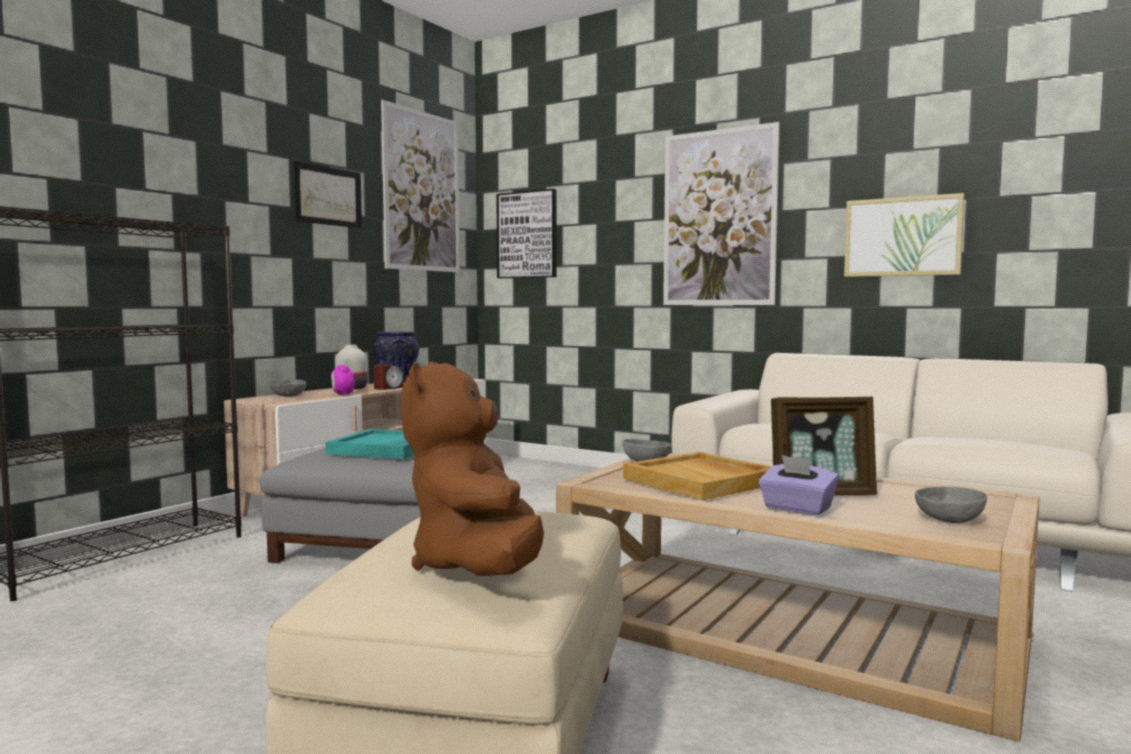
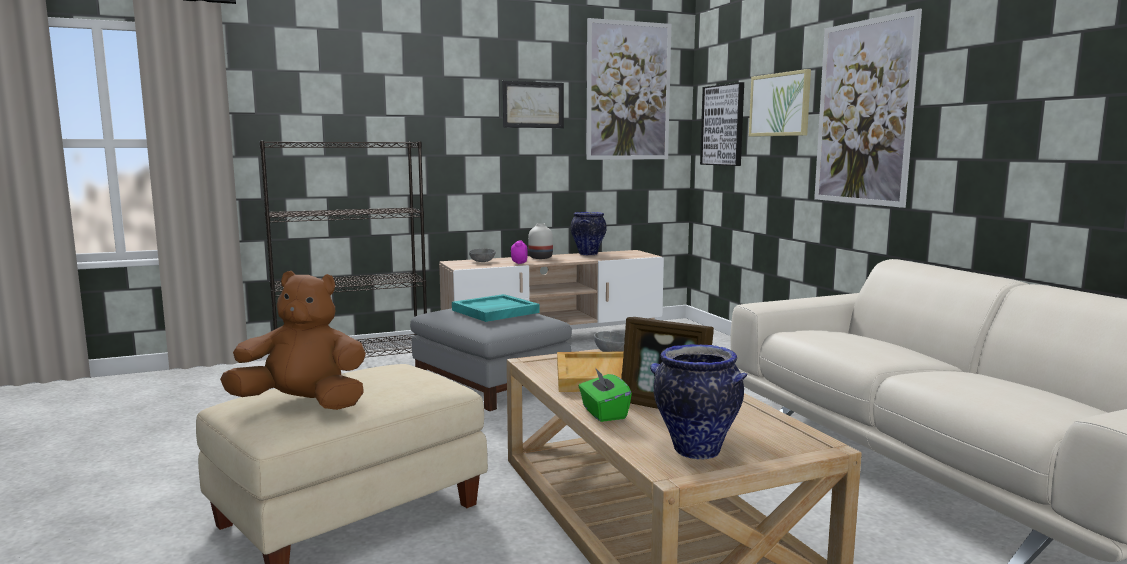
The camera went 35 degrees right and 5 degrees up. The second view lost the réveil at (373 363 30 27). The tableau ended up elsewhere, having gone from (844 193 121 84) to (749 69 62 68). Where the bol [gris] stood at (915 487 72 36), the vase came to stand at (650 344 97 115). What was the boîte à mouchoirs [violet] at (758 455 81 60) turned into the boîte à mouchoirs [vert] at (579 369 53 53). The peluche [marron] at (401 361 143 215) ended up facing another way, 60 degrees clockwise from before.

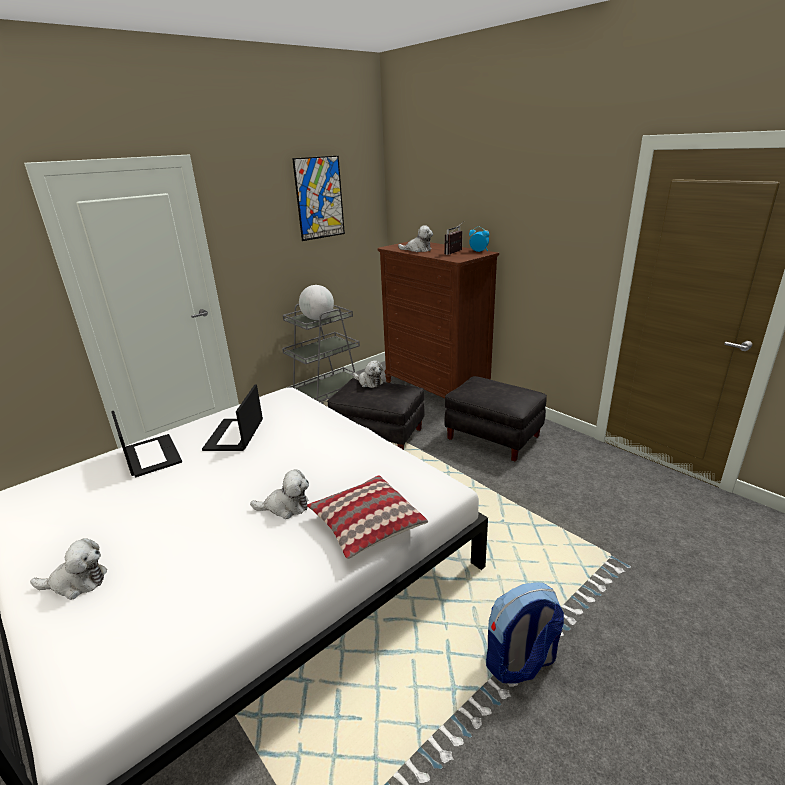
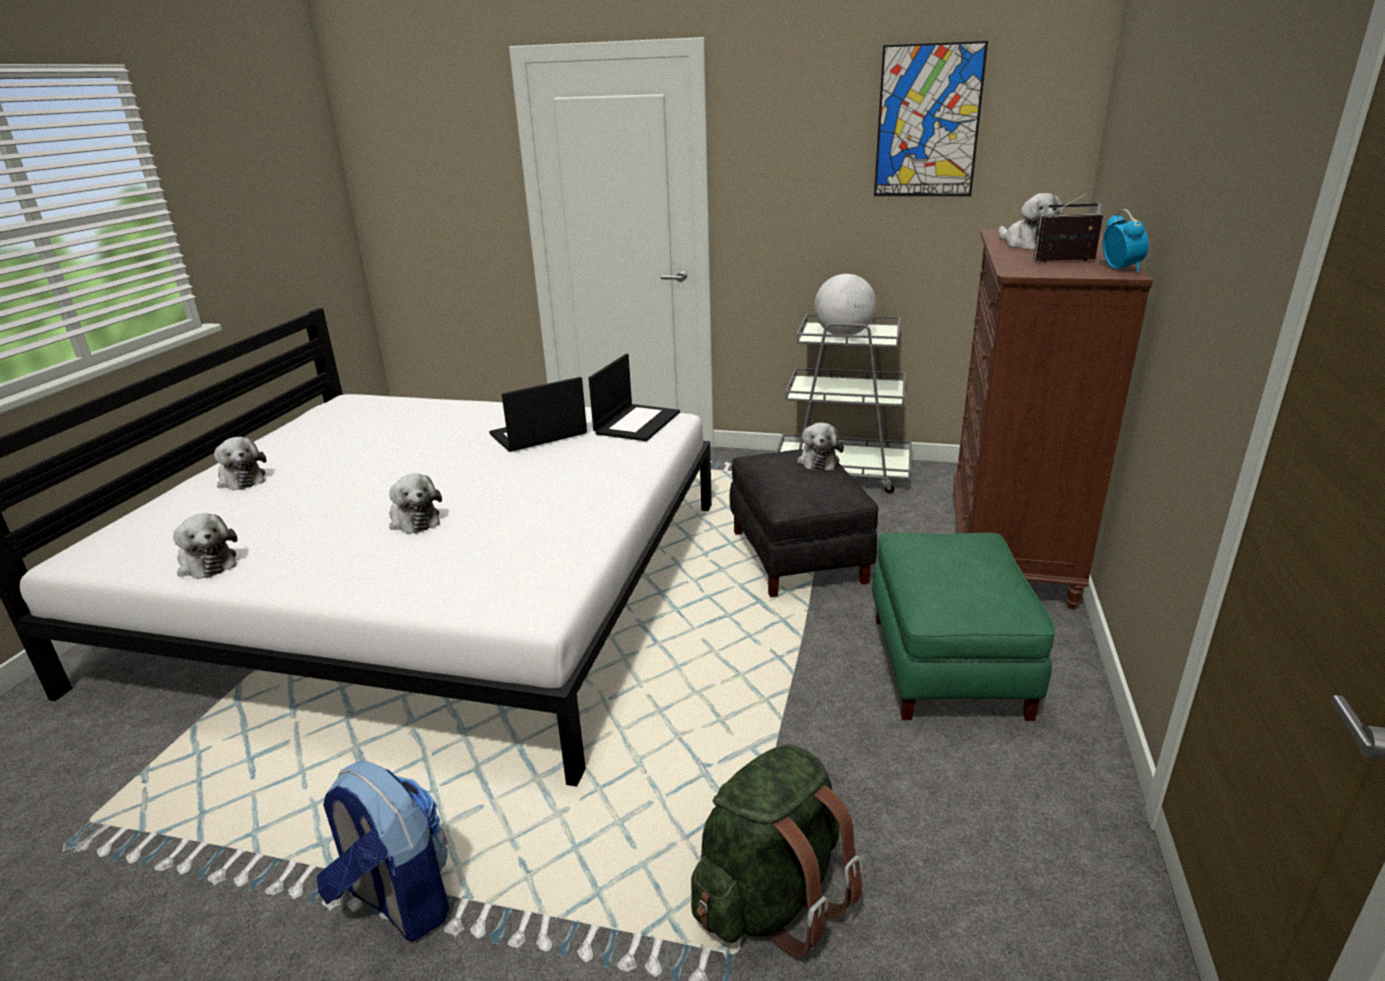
The camera went 55 degrees right and 0 degrees up. The second view lost the coussin at (307 475 121 84). The second view gained the peluche at (173 513 64 66). The second view gained the sac à dos [vert] at (691 744 172 213). The ordinateur portable ended up elsewhere, having gone from (111 411 71 66) to (589 354 91 87). What was the pouf [noir] at (444 376 103 86) turned into the pouf [vert] at (872 532 183 189).

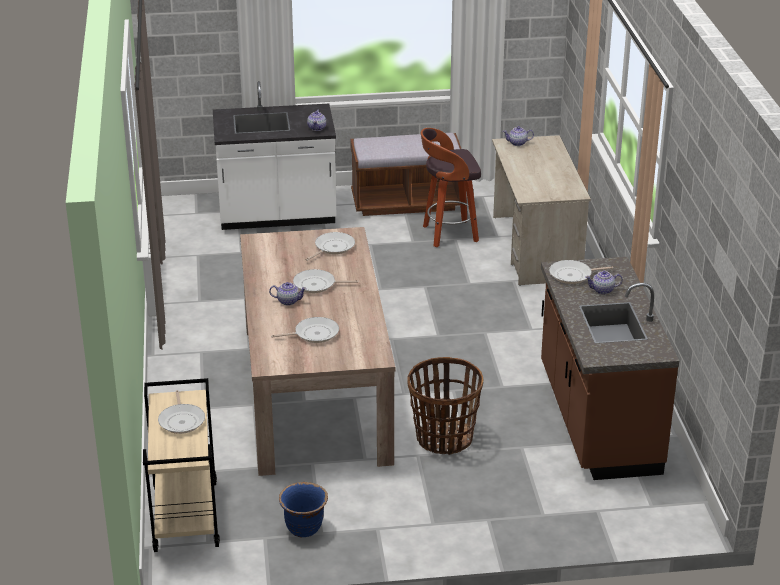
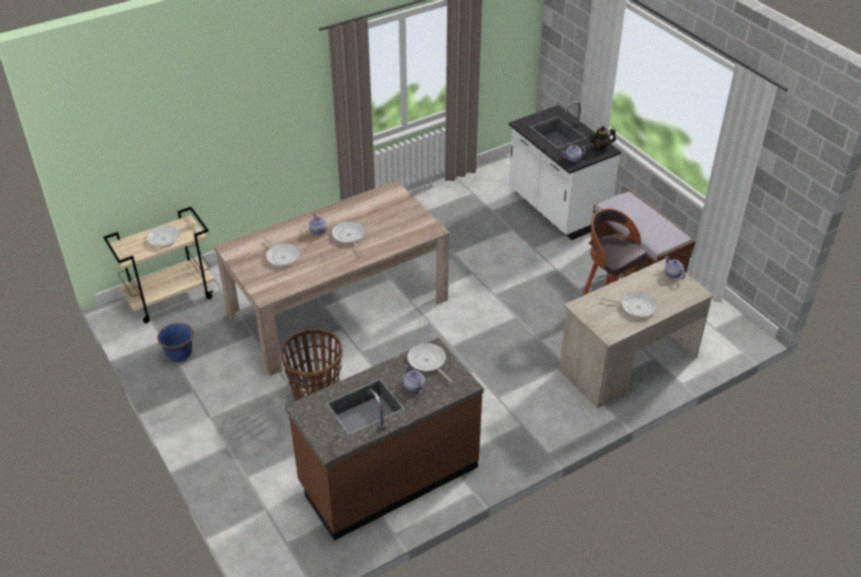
The camera went 65 degrees right and 10 degrees up. The second view gained the théière at (589 126 27 26). The poêle ended up elsewhere, having gone from (306 232 49 29) to (601 292 56 25).

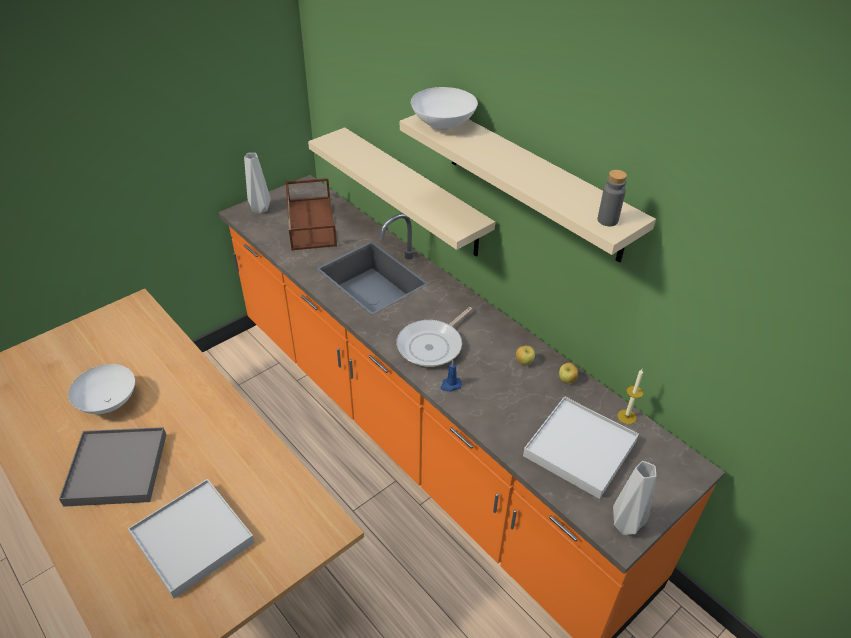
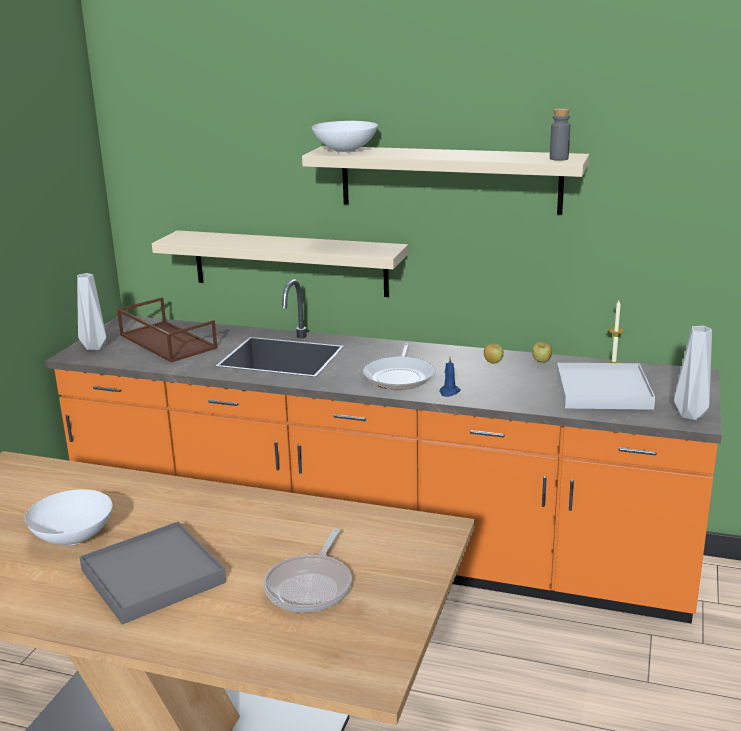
The camera went 30 degrees left and 20 degrees down. Where the plateau [blanc] stood at (128 479 127 120), the poêle came to stand at (264 529 88 83).

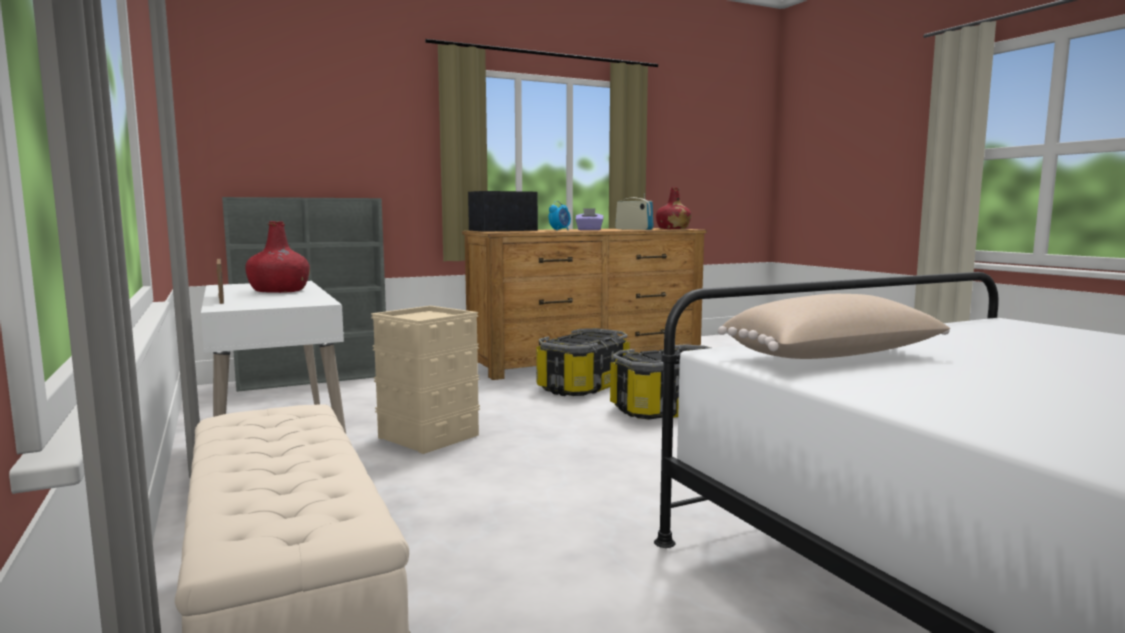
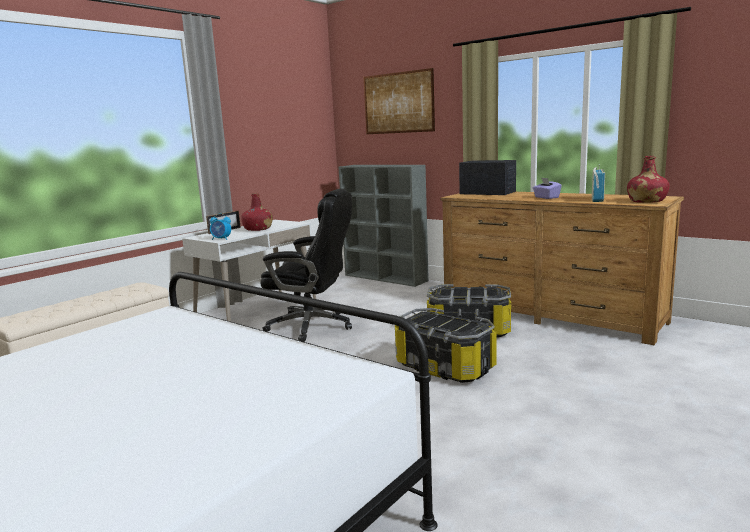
The camera went 65 degrees right and 5 degrees up. The second view lost the coussin [beige] at (718 294 232 65). The second view gained the tableau at (363 68 72 66). The réveil ended up elsewhere, having gone from (549 201 22 30) to (210 213 21 27). Where the boîte de rangement [beige] stood at (371 306 109 148), the chaise de bureau [noir] came to stand at (261 189 91 153).

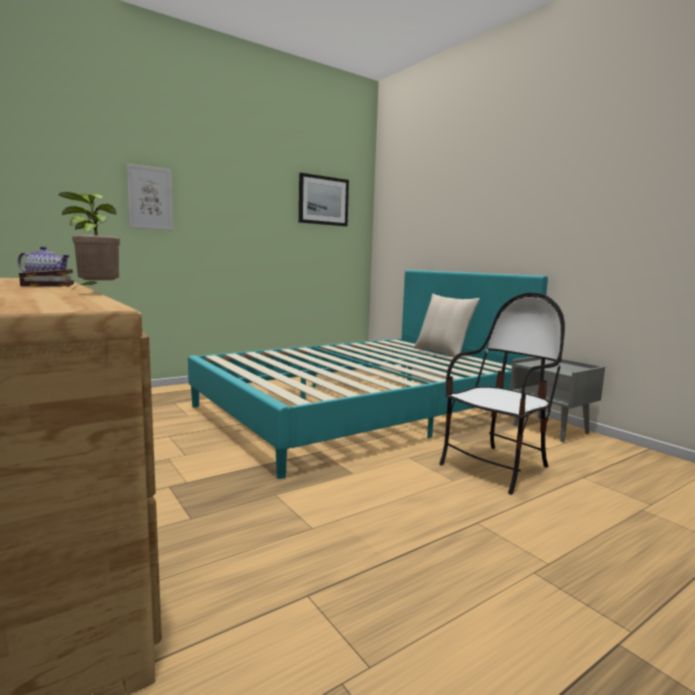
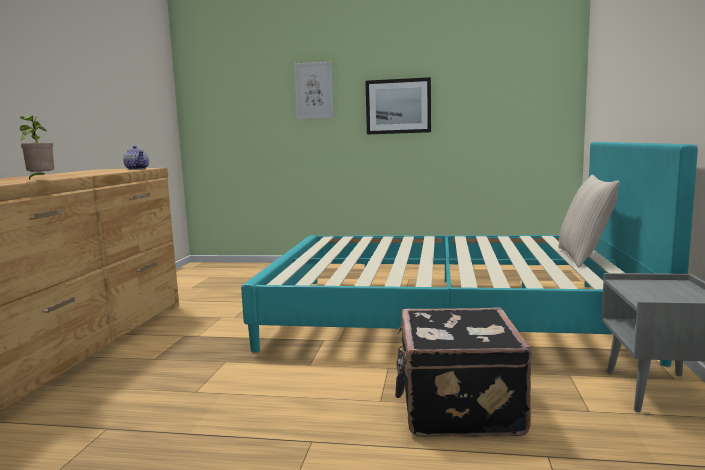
The camera went 45 degrees right and 0 degrees up. The second view lost the livre at (19 269 55 18). The tableau ended up elsewhere, having gone from (299 173 50 53) to (365 77 66 58). Where the chaise stood at (439 292 126 203), the valise [noir] came to stand at (395 307 137 130).

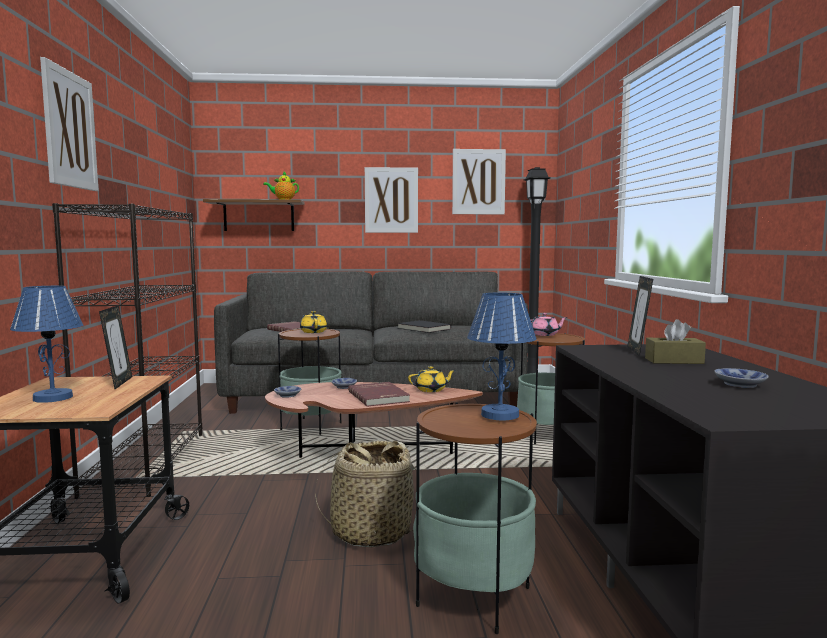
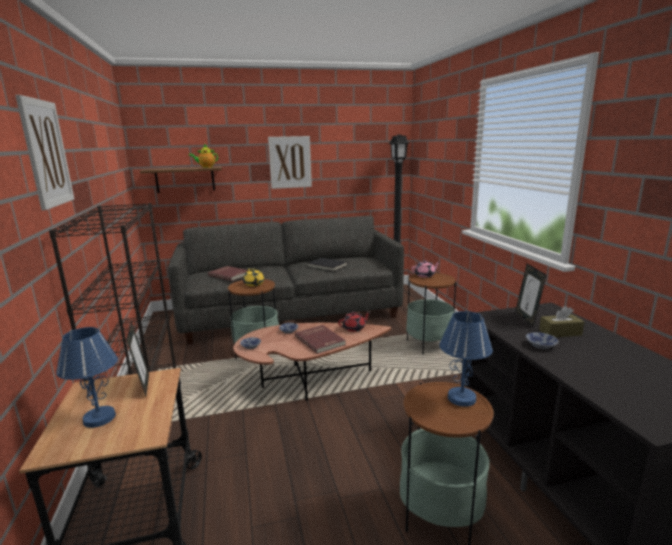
The camera went 10 degrees left and 10 degrees up. The second view lost the panier at (315 441 101 106). The second view lost the tableau at (452 149 54 65). The bol ended up elsewhere, having gone from (715 368 54 20) to (526 332 32 17). What was the théière [jaune] at (408 366 47 26) turned into the théière [rouge] at (338 312 33 20).

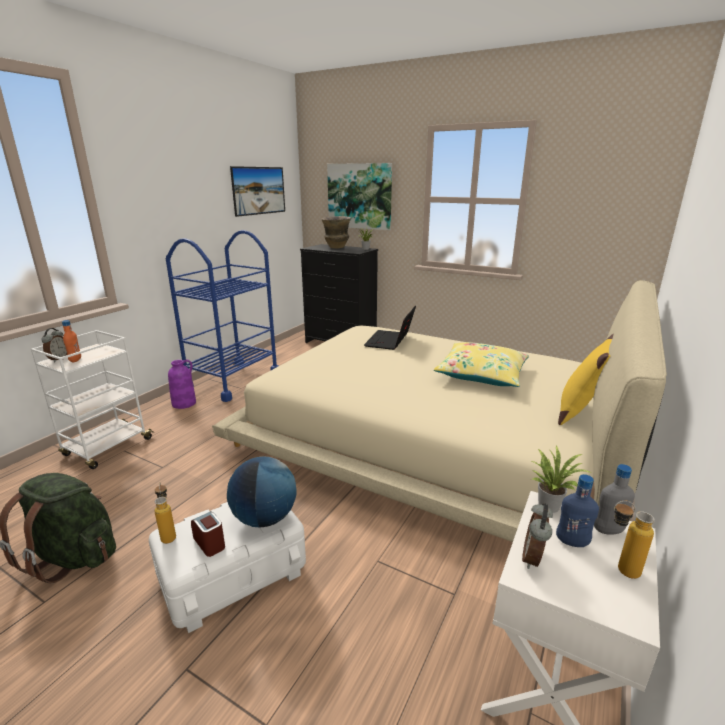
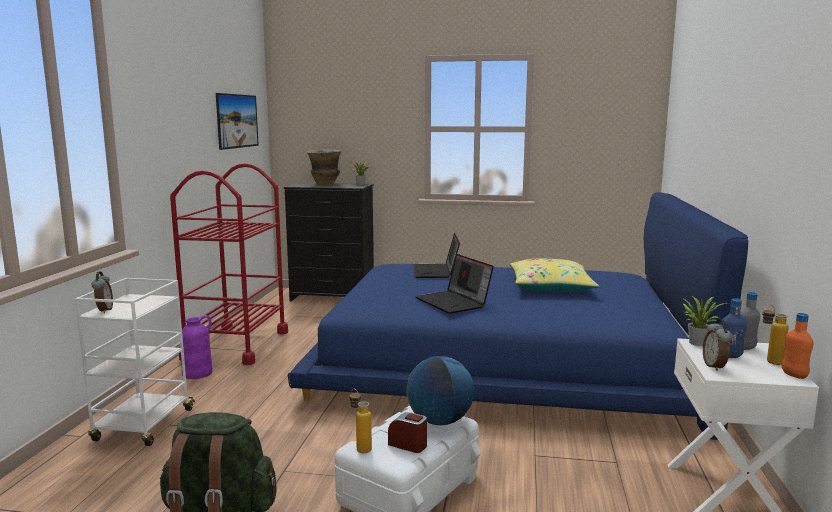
The camera went 20 degrees left and 10 degrees down. The second view lost the tableau at (327 163 65 67). The second view lost the coussin [jaune] at (558 333 56 92). The second view gained the ordinateur portable at (415 254 79 60). The bouteille [orange] ended up elsewhere, having gone from (62 320 19 43) to (782 313 31 66). What was the chariot [bleu] at (166 230 112 172) turned into the chariot [rouge] at (170 163 118 202). What was the lit [beige] at (212 280 455 262) turned into the lit [bleu] at (288 192 460 248).

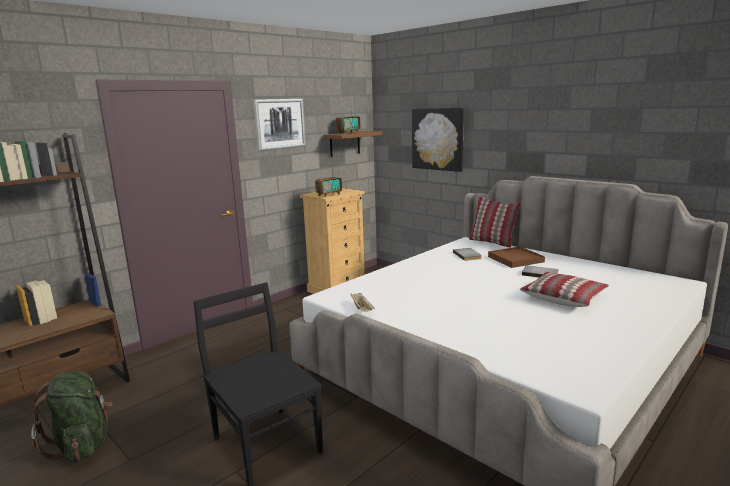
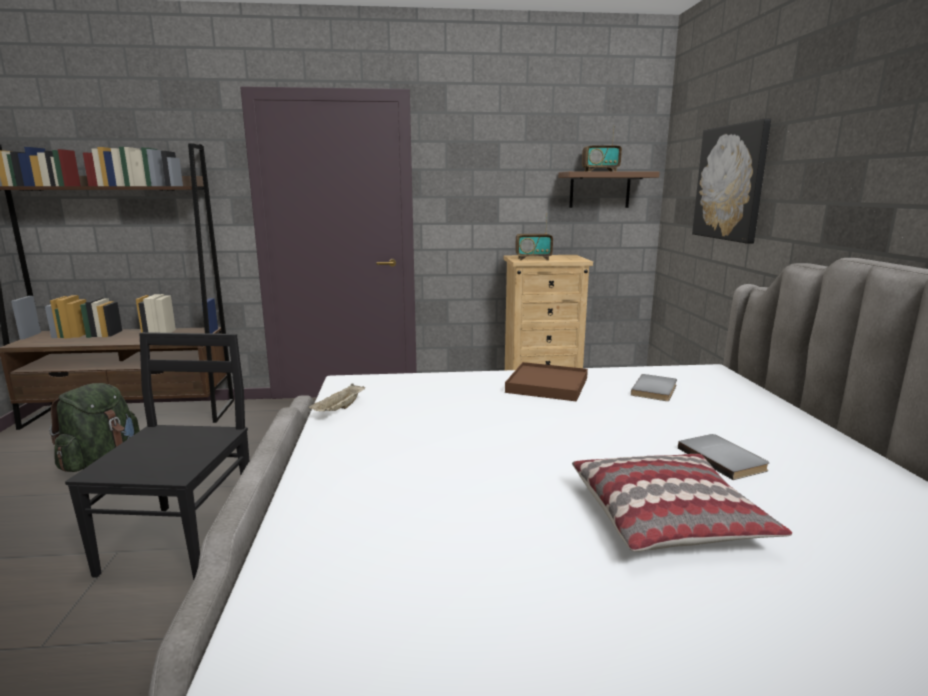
The camera went 40 degrees right and 0 degrees up. The second view lost the tableau at (253 99 53 52). The second view lost the coussin at (469 197 52 51). The plateau [marron] ended up elsewhere, having gone from (488 247 57 21) to (505 362 83 40).

